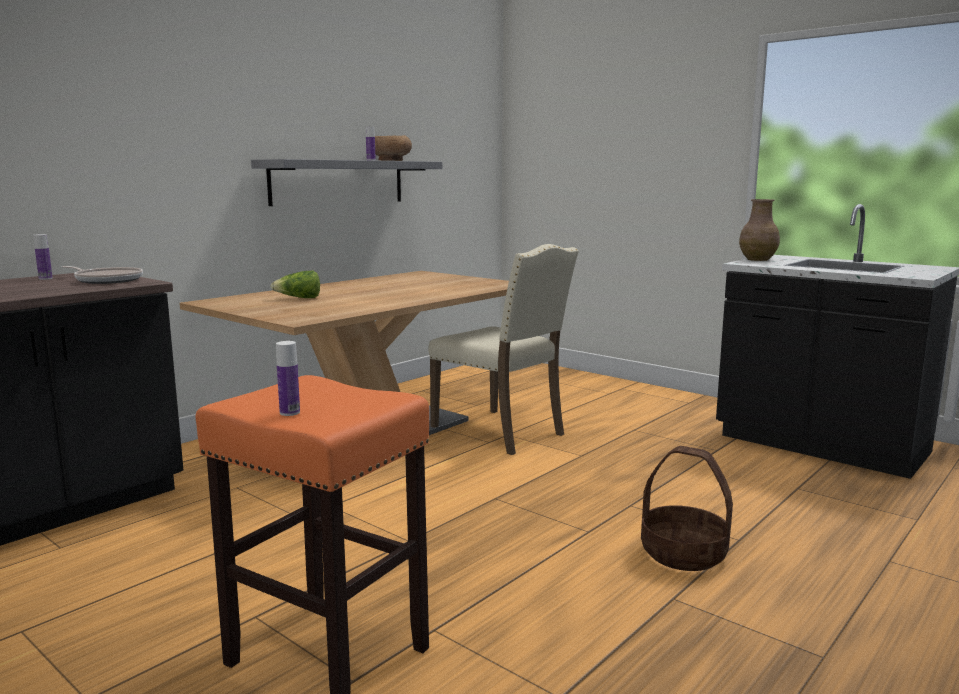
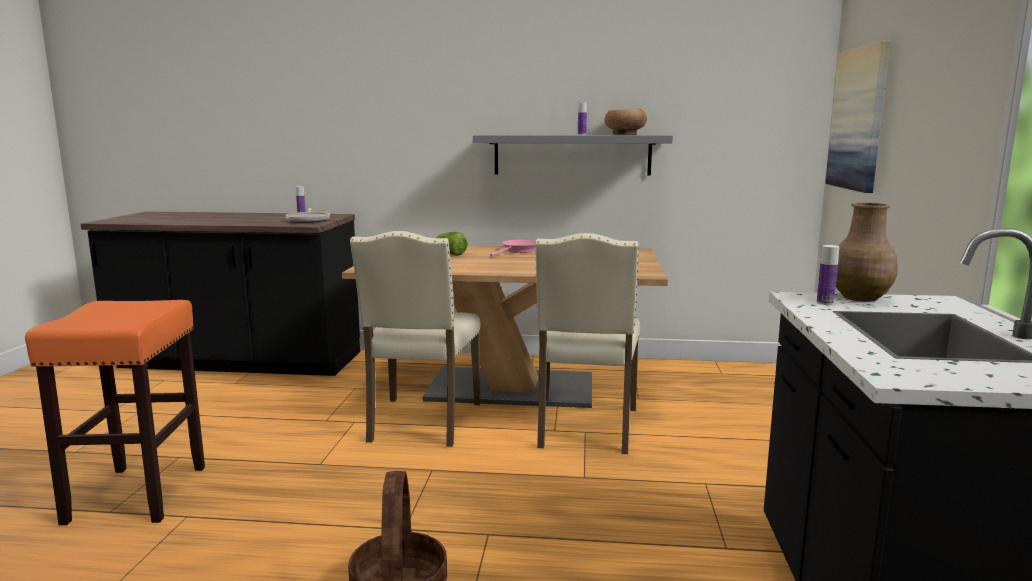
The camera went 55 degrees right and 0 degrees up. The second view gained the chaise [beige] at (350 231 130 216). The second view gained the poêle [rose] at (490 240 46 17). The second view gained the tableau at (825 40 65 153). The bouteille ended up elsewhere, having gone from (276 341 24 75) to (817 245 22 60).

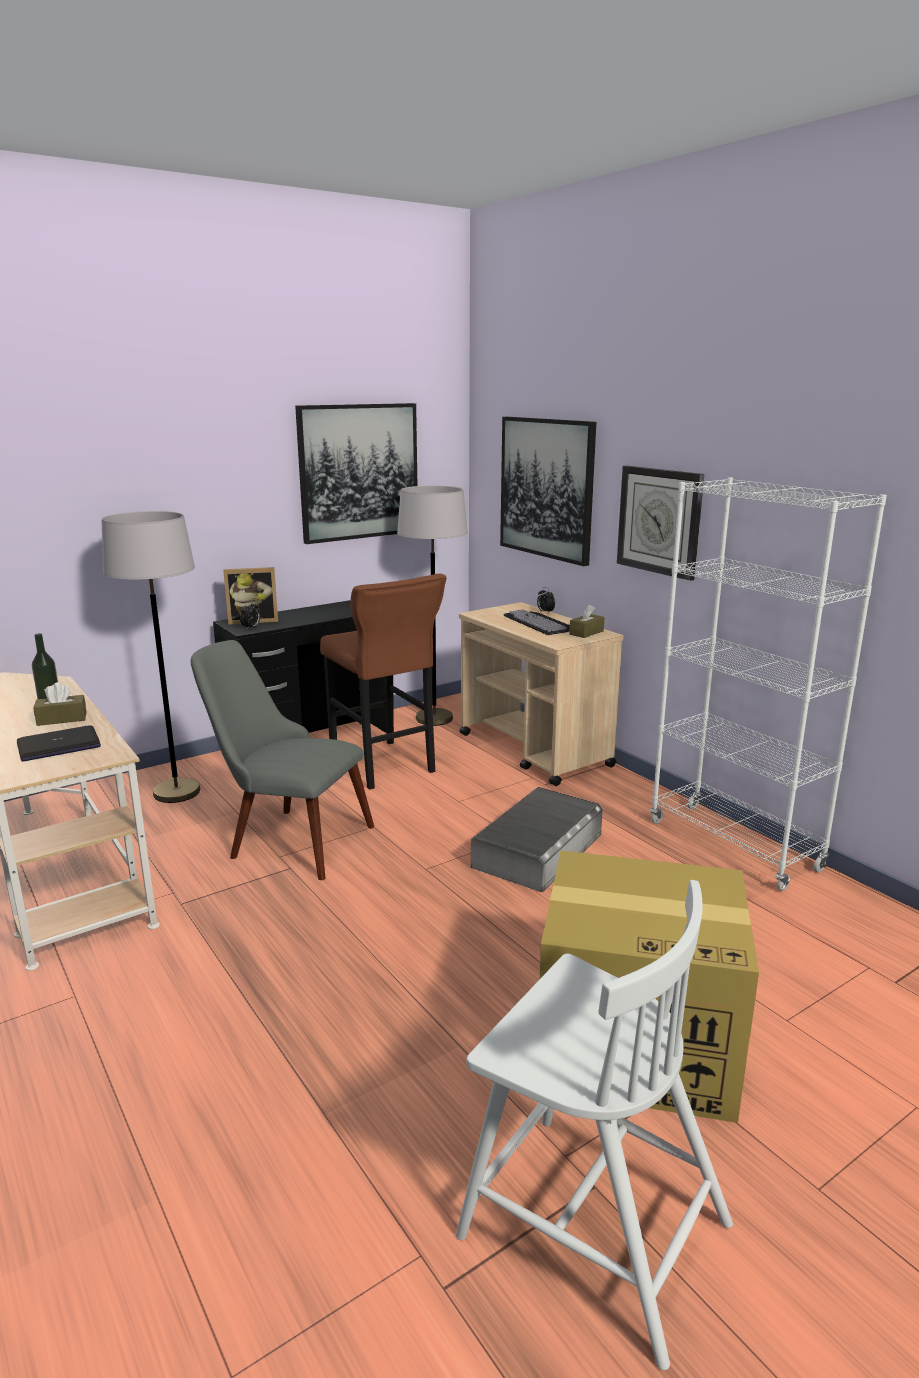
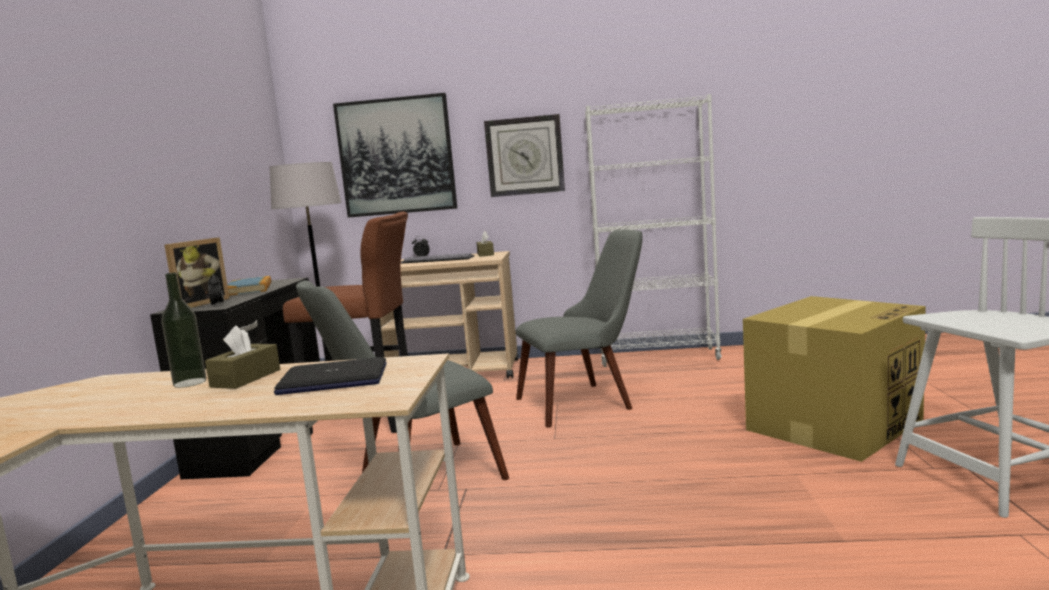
The camera went 50 degrees left and 10 degrees down. The second view lost the lampadaire [gris] at (101 511 99 292). The second view lost the tableau at (295 403 122 141). The second view gained the livre at (227 276 44 20). Where the boîte de rangement [gris] stood at (470 787 133 105), the chaise [gris] came to stand at (516 230 127 198). The ordinateur portable at (17 726 84 36) ended up facing another way, 75 degrees clockwise from before.

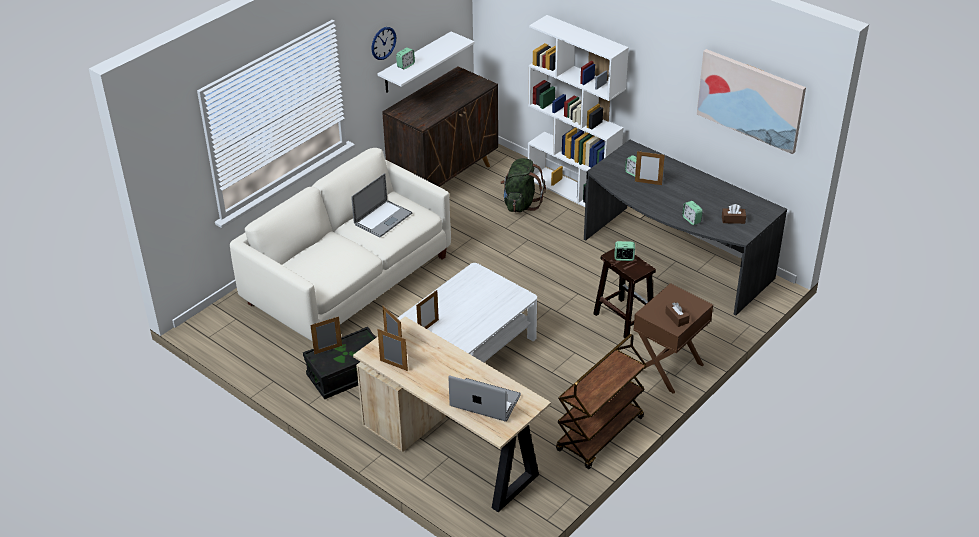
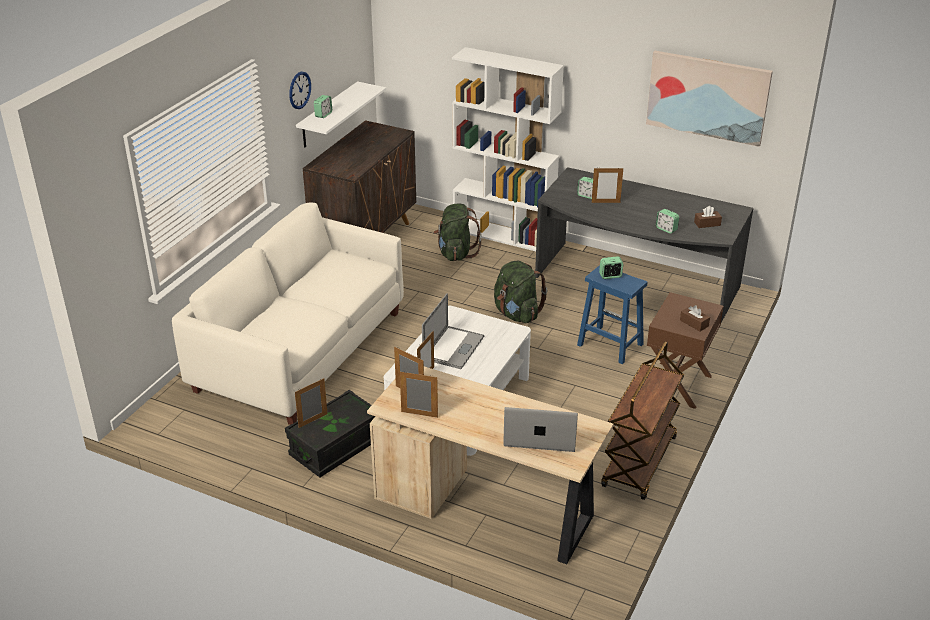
The camera went 15 degrees left and 5 degrees down. The second view gained the sac à dos [vert] at (494 261 53 62). The ordinateur portable ended up elsewhere, having gone from (351 173 61 64) to (422 293 62 76). What was the tabouret [marron] at (593 248 63 90) turned into the tabouret [bleu] at (577 265 70 99).

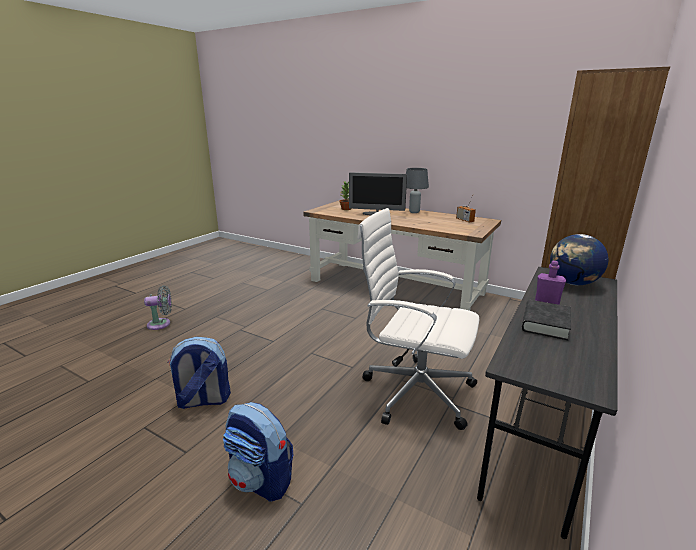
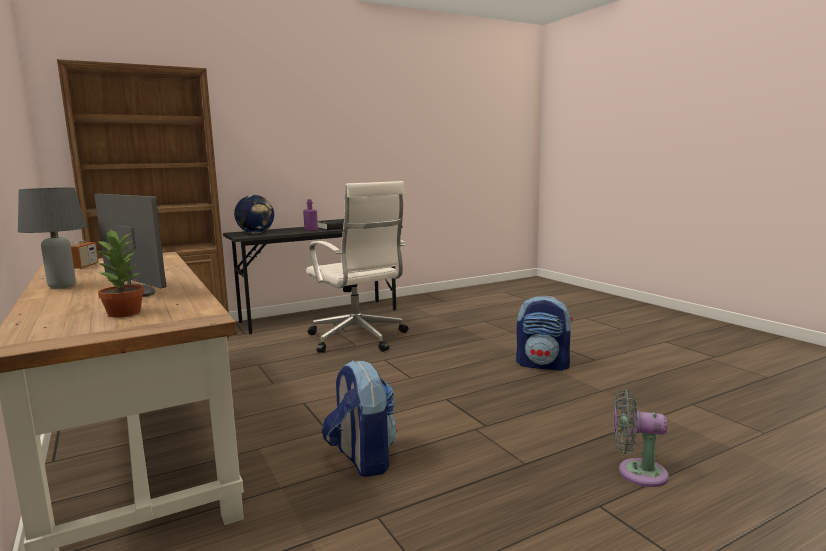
The camera went 150 degrees left and 10 degrees down. The sac à dos ended up elsewhere, having gone from (223 402 70 100) to (322 360 75 117).

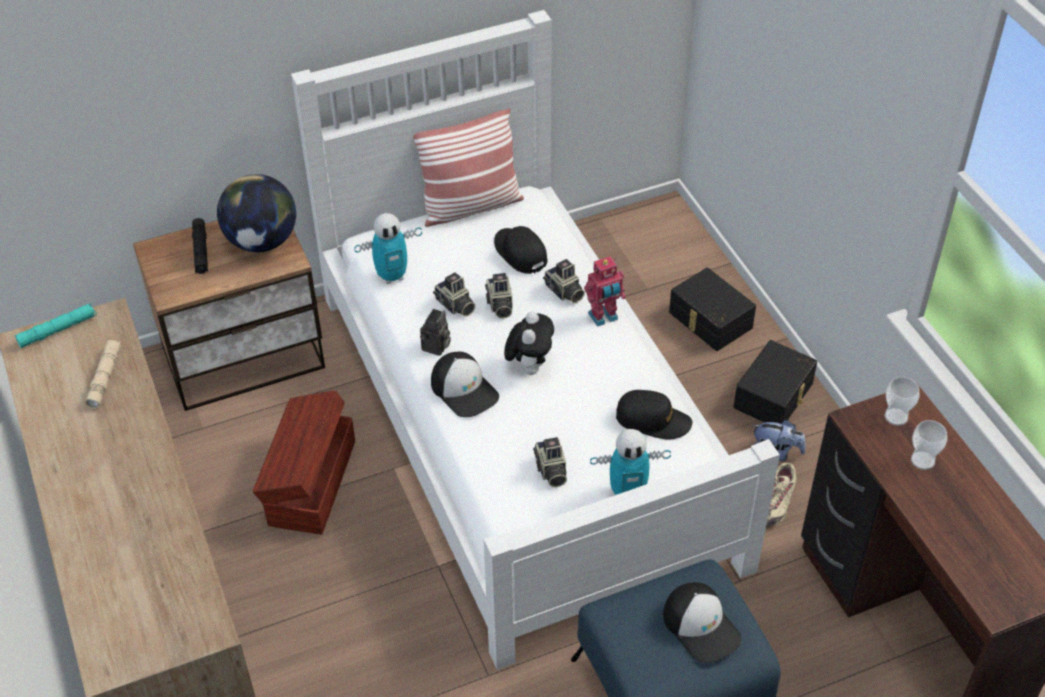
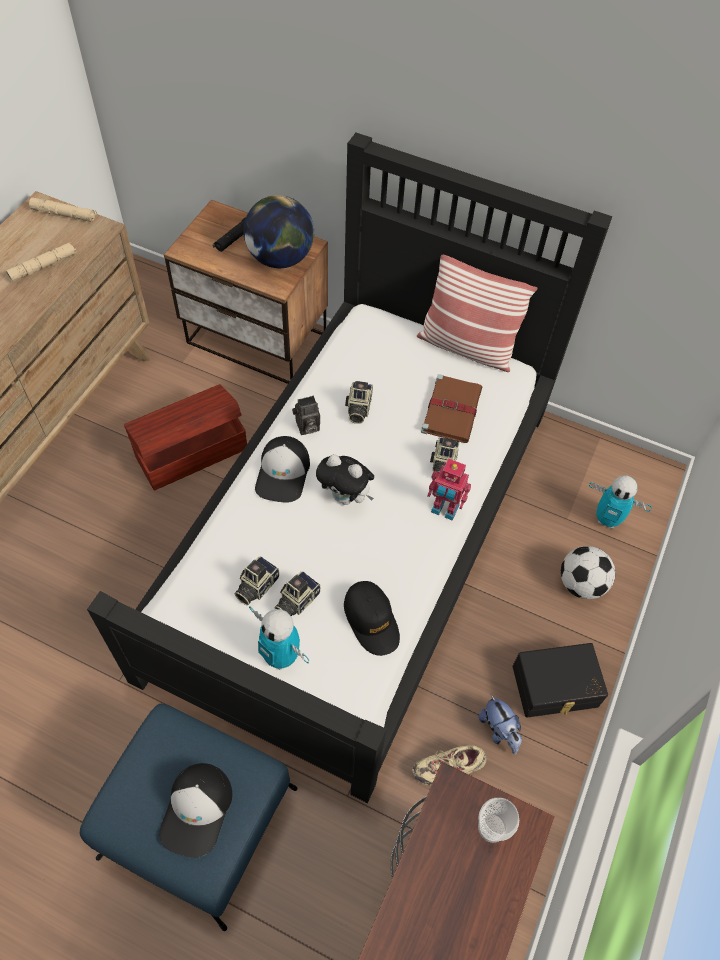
The camera went 45 degrees right and 10 degrees up. The second view lost the tasse at (911 420 36 50). The robot jouet ended up elsewhere, having gone from (354 213 68 71) to (589 475 63 54). The appareil photo ended up elsewhere, having gone from (485 273 28 46) to (275 571 46 45). Where the casquette [noir] stood at (494 226 53 48), the livre [marron] came to stand at (421 374 61 69). Where the boîte de rangement [noir] stood at (669 268 87 83), the ballon de foot came to stand at (561 546 54 53). What was the lampe de poche [turquoise] at (15 303 82 45) turned into the lampe de poche [beige] at (29 198 68 24). What was the lit [blanc] at (291 10 489 660) turned into the lit [noir] at (87 133 525 670). The peluche at (504 311 50 64) ended up facing another way, 60 degrees clockwise from before.

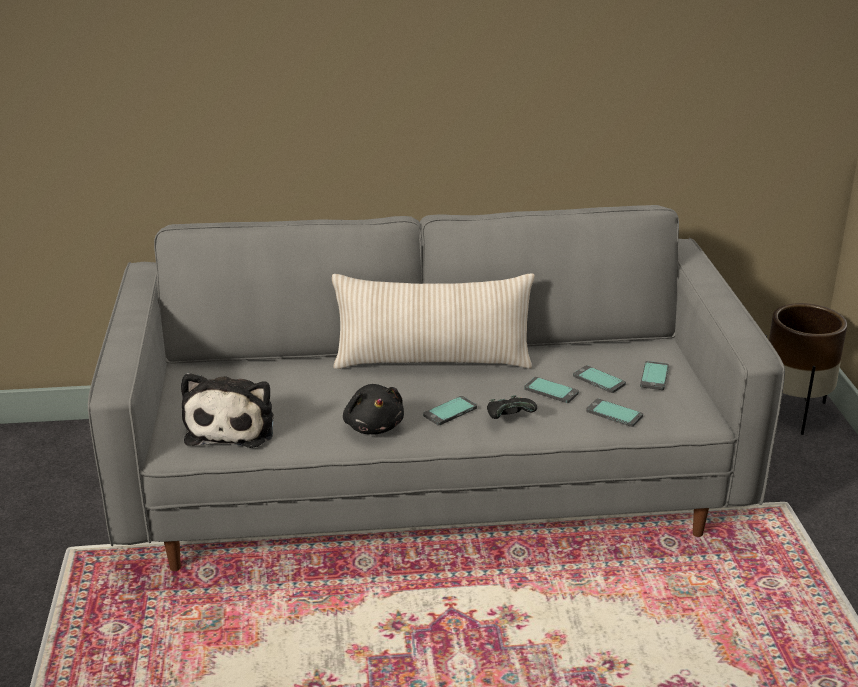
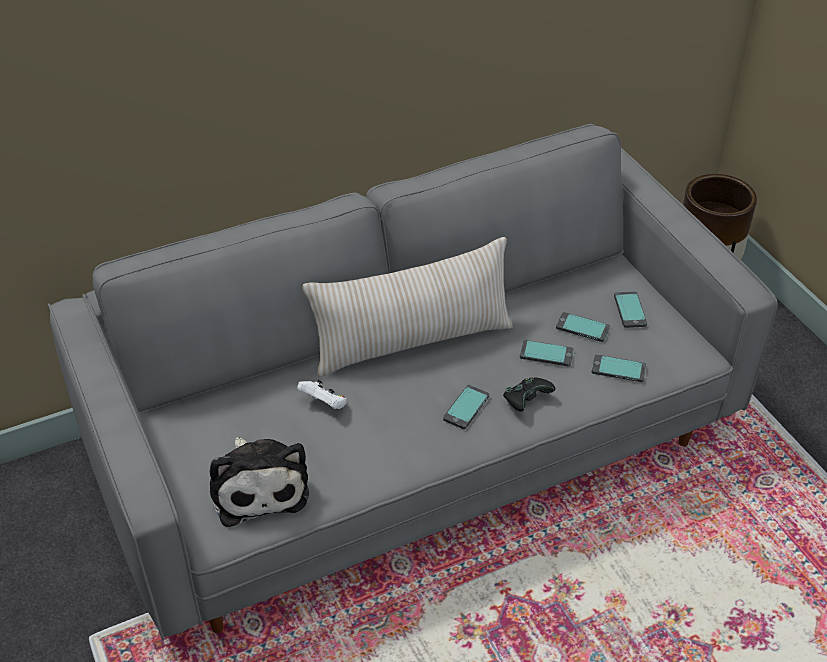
The camera went 20 degrees left and 15 degrees up. The second view lost the peluche [noir] at (343 384 61 50). The second view gained the manette [blanc] at (297 380 50 29).

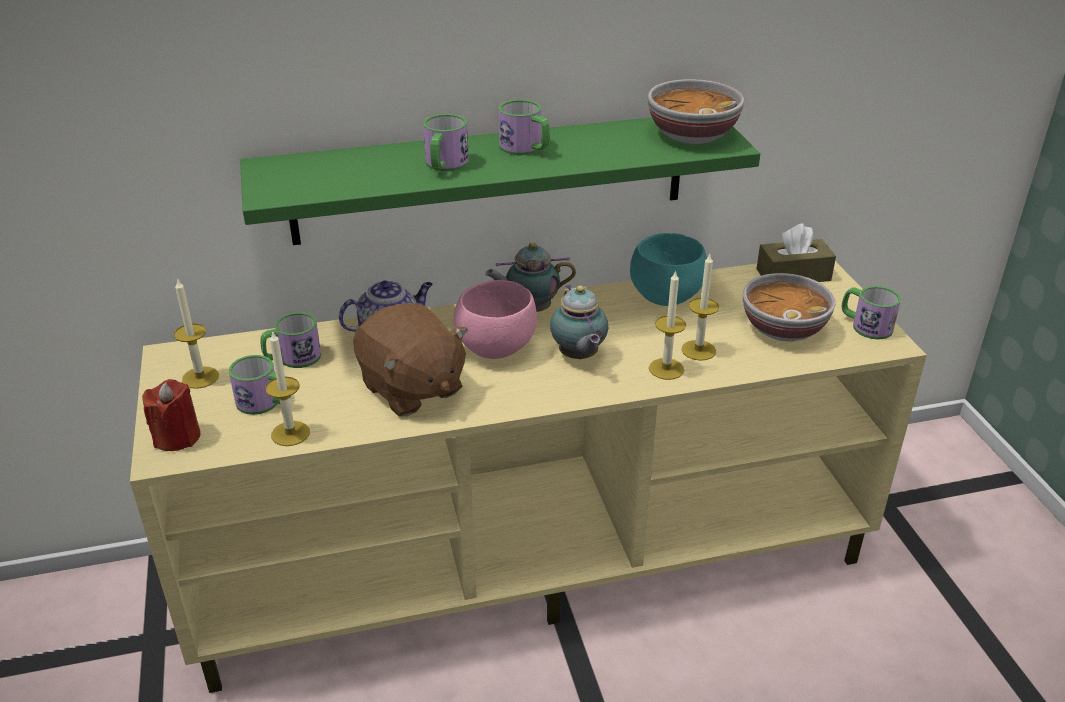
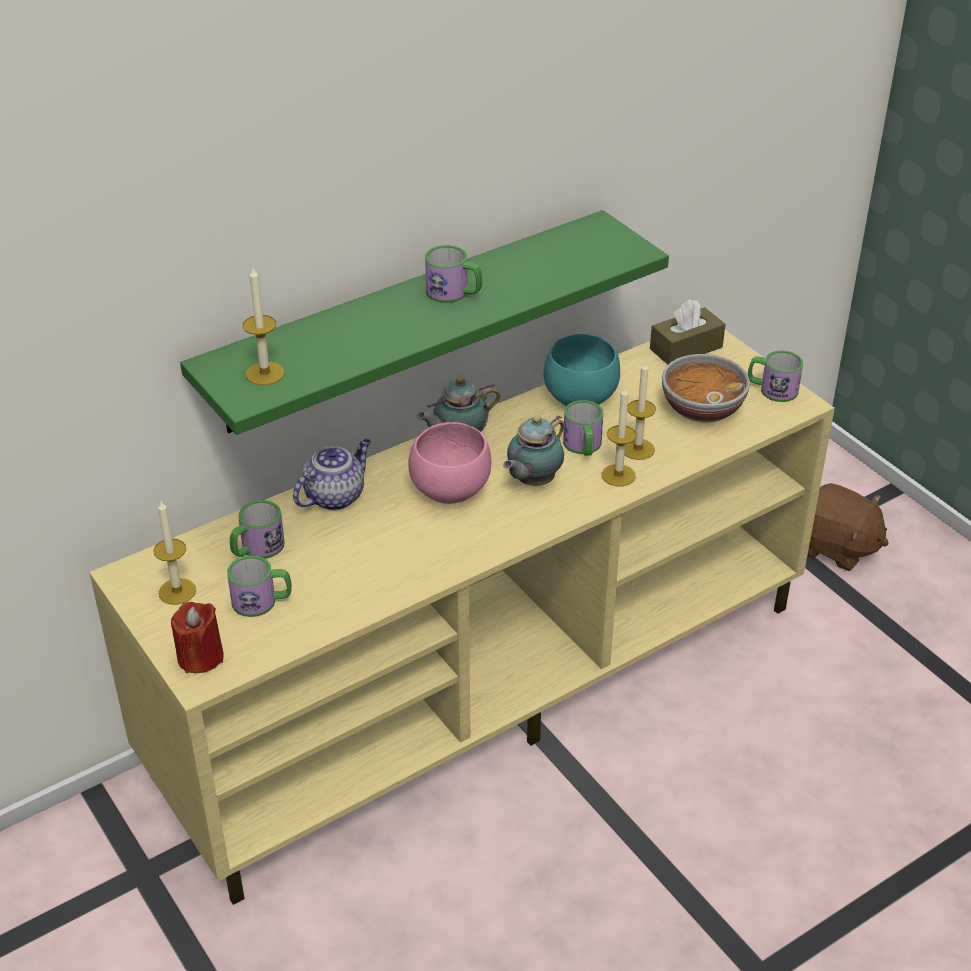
The camera went 20 degrees left and 5 degrees up. The second view lost the bol at (648 79 96 65). The bougie ended up elsewhere, having gone from (265 330 45 116) to (243 268 41 117). The peluche [marron] ended up elsewhere, having gone from (353 304 115 113) to (807 483 82 88). The mug ended up elsewhere, having gone from (423 114 46 58) to (563 400 40 56). The théière at (550 285 58 74) ended up facing another way, 75 degrees clockwise from before.

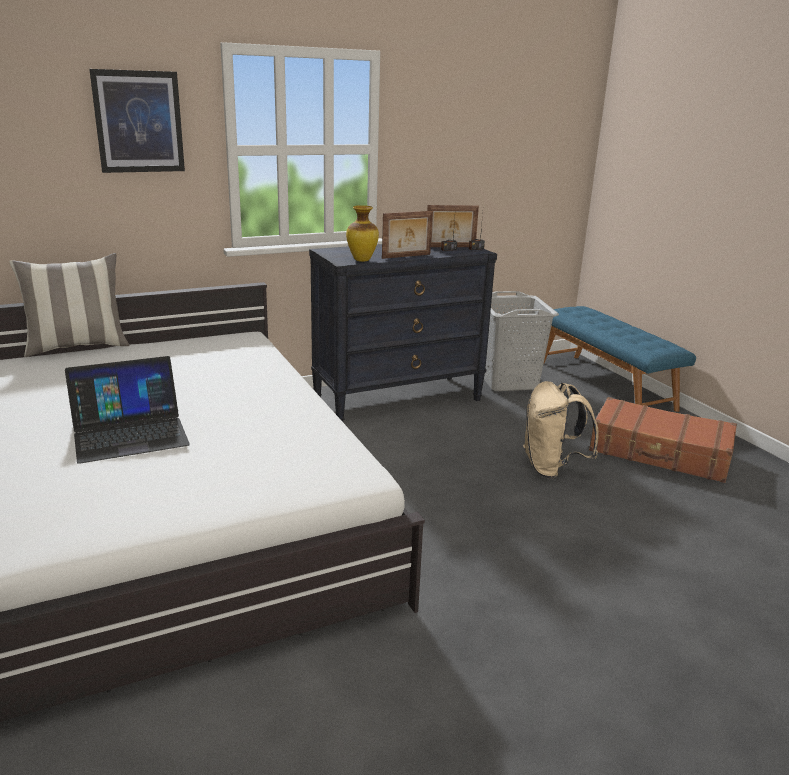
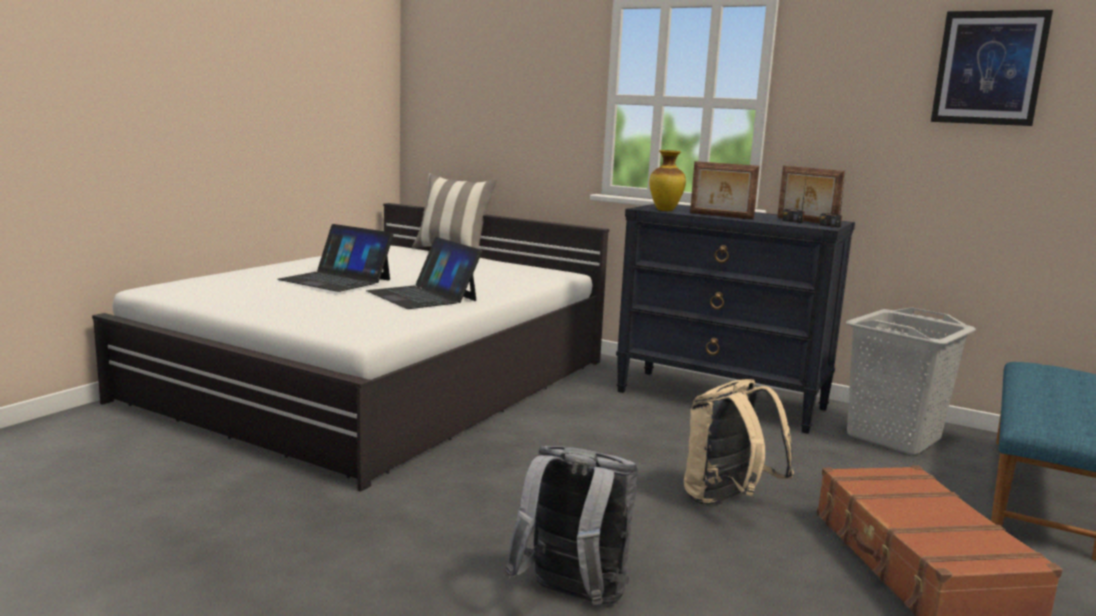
The camera went 55 degrees right and 10 degrees down. The second view gained the ordinateur portable at (366 237 116 72). The second view gained the sac à dos [gris] at (505 446 133 159). The tableau ended up elsewhere, having gone from (89 69 96 104) to (931 10 122 116).

